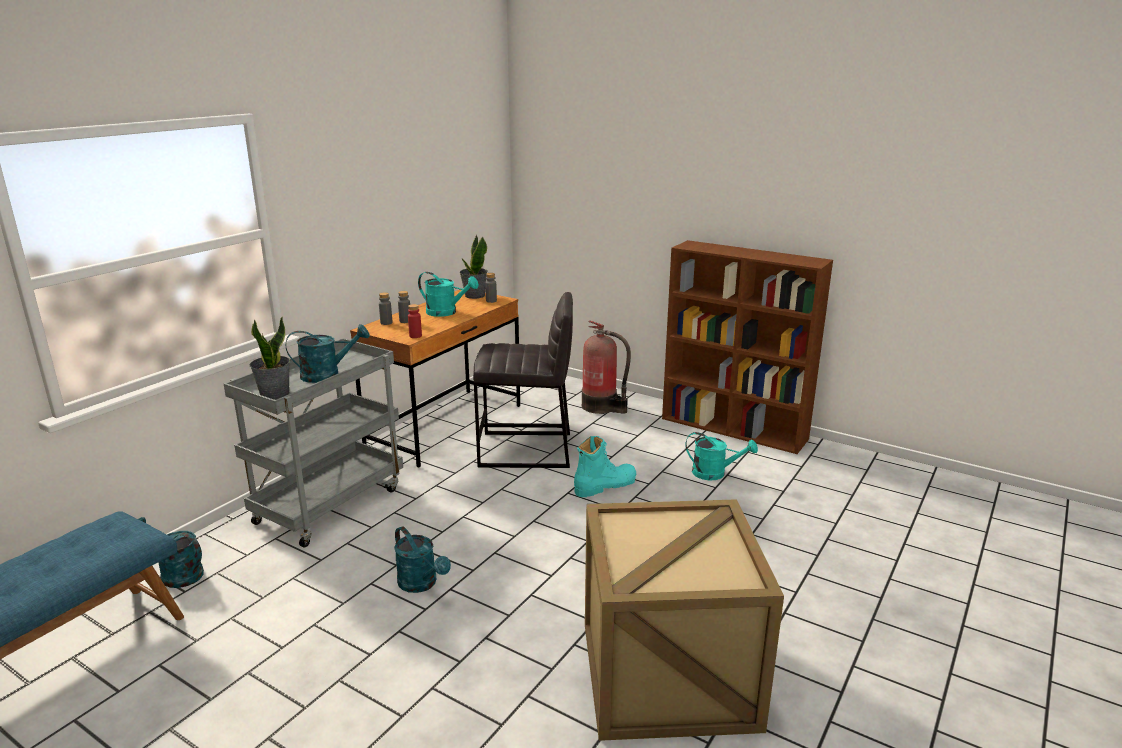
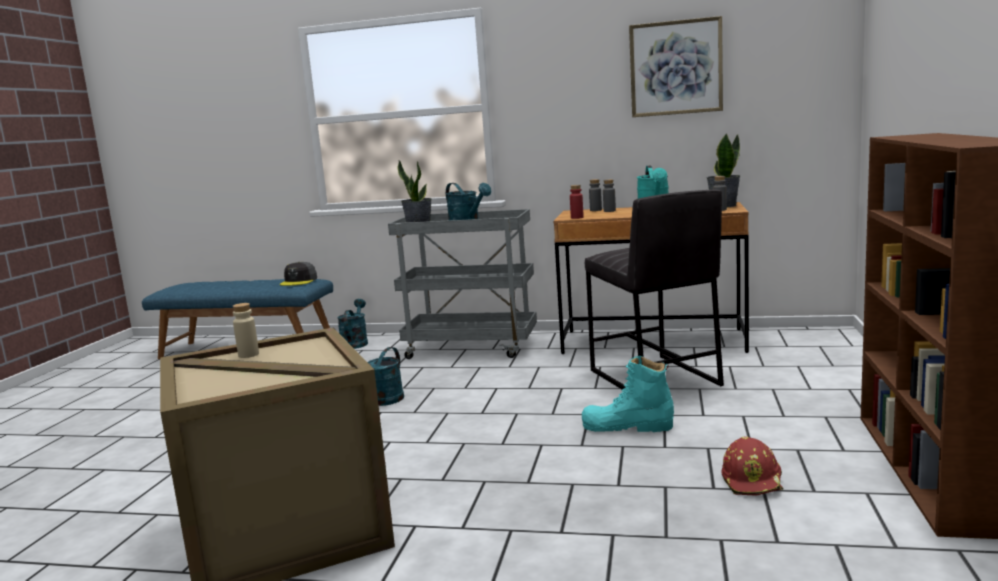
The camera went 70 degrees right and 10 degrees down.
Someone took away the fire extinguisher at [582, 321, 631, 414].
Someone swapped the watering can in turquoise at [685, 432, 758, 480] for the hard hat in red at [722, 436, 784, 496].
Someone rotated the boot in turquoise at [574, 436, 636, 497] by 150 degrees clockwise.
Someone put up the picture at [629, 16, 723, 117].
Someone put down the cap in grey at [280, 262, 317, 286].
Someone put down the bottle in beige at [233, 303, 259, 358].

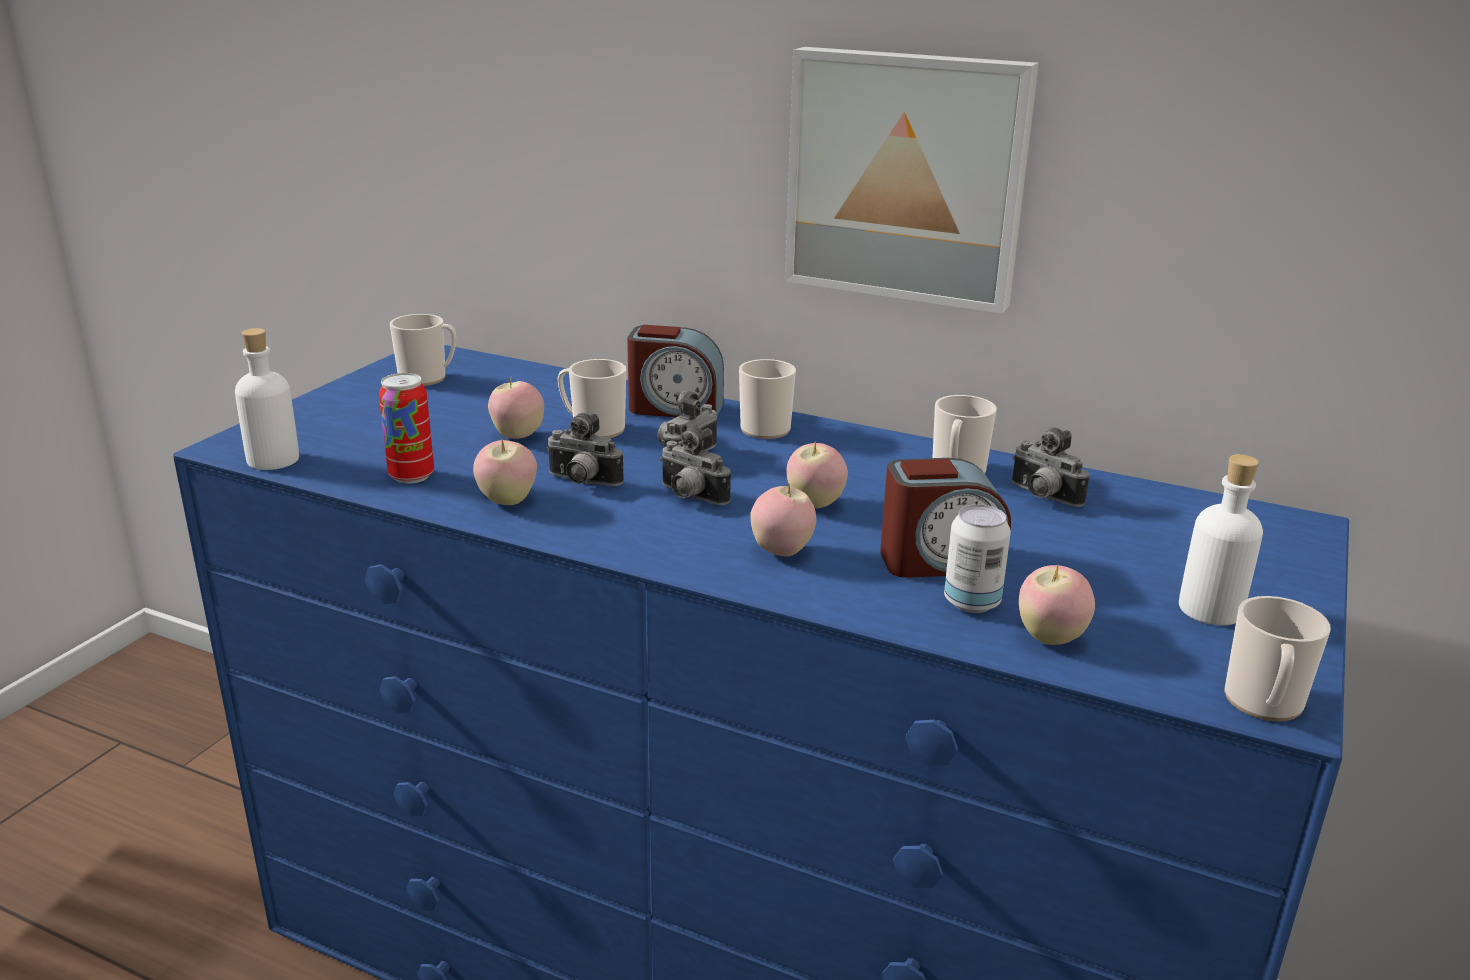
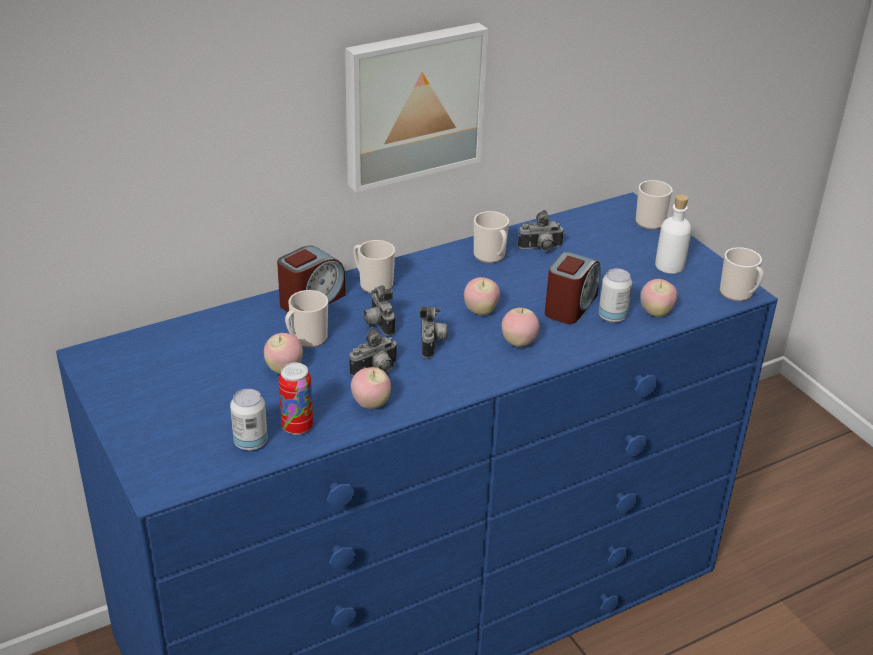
The camera went 55 degrees left and 10 degrees up.
Someone carried the mug from [390, 314, 456, 386] to [636, 180, 672, 230].
Someone took away the bottle in white at [235, 328, 299, 470].
Someone rotated the photo camera at [660, 427, 731, 505] by 75 degrees counterclockwise.
Someone put down the can at [230, 389, 268, 450].

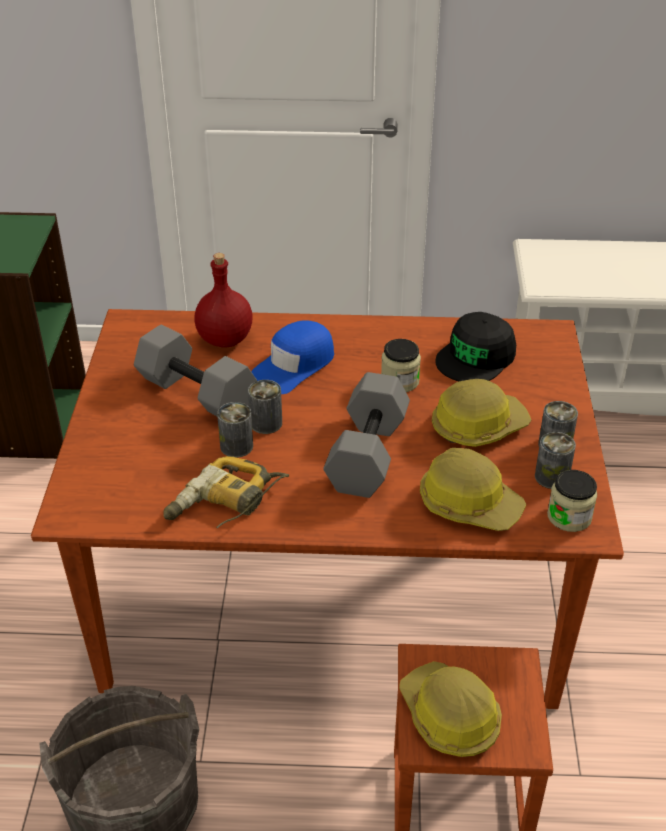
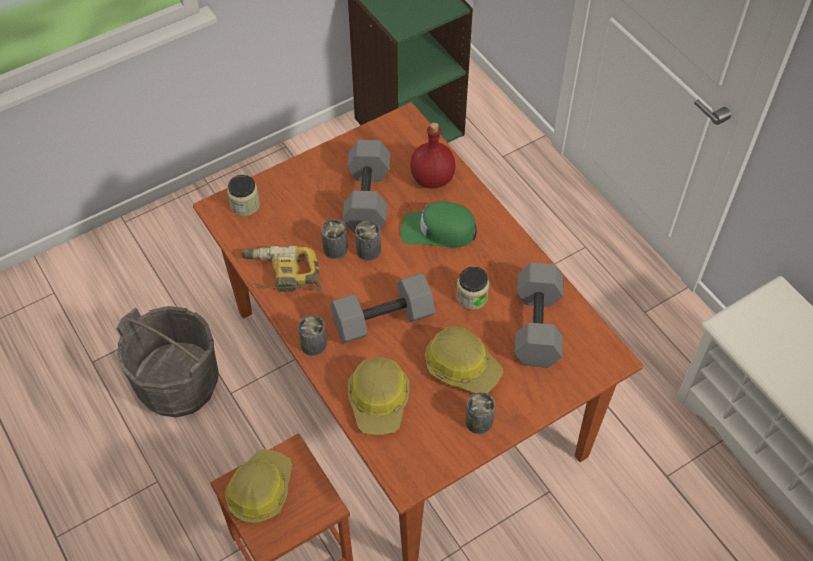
The camera went 55 degrees right and 15 degrees up.
Someone swapped the cap in black at [435, 312, 516, 381] for the dumbbell in grey at [514, 263, 563, 368].
Someone repainted the cap in blue at [251, 320, 334, 394], which became the cap in green at [401, 201, 476, 247].
Someone carried the can from [535, 432, 576, 489] to [298, 315, 327, 356].
Someone carried the jar from [547, 470, 597, 532] to [227, 175, 260, 216].

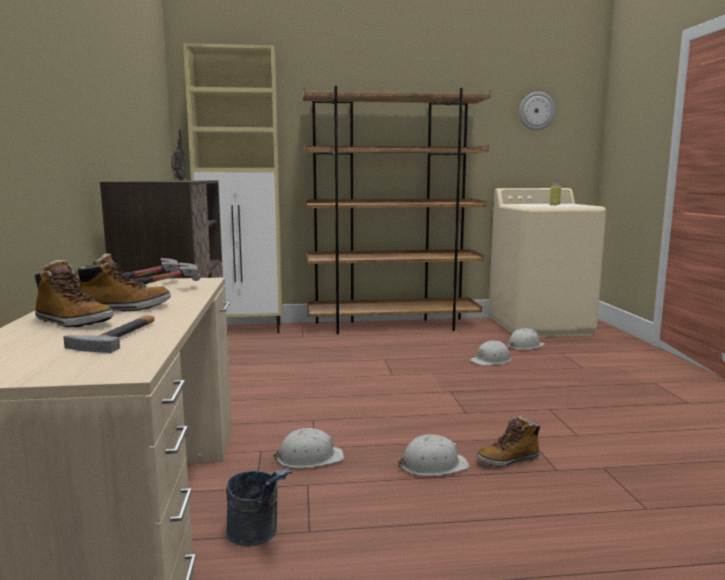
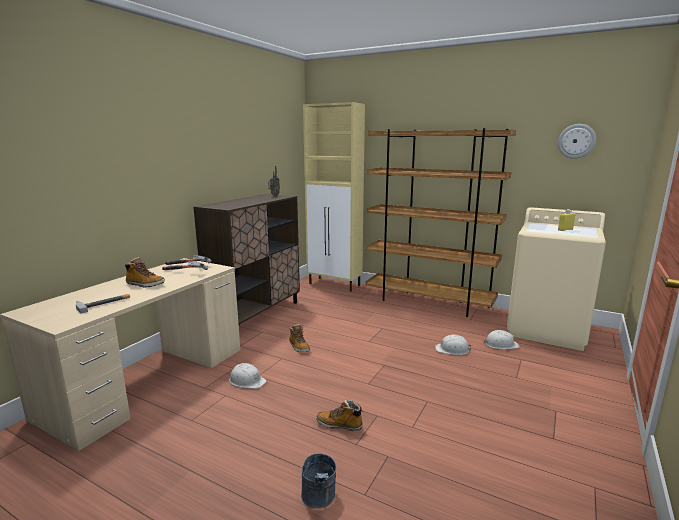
The camera went 35 degrees right and 5 degrees up.
Someone carried the boot from [34, 260, 114, 327] to [289, 324, 310, 352].
Someone took away the hard hat in white at [398, 434, 470, 476].
Someone carried the bucket in grey from [226, 468, 293, 546] to [301, 453, 336, 508].

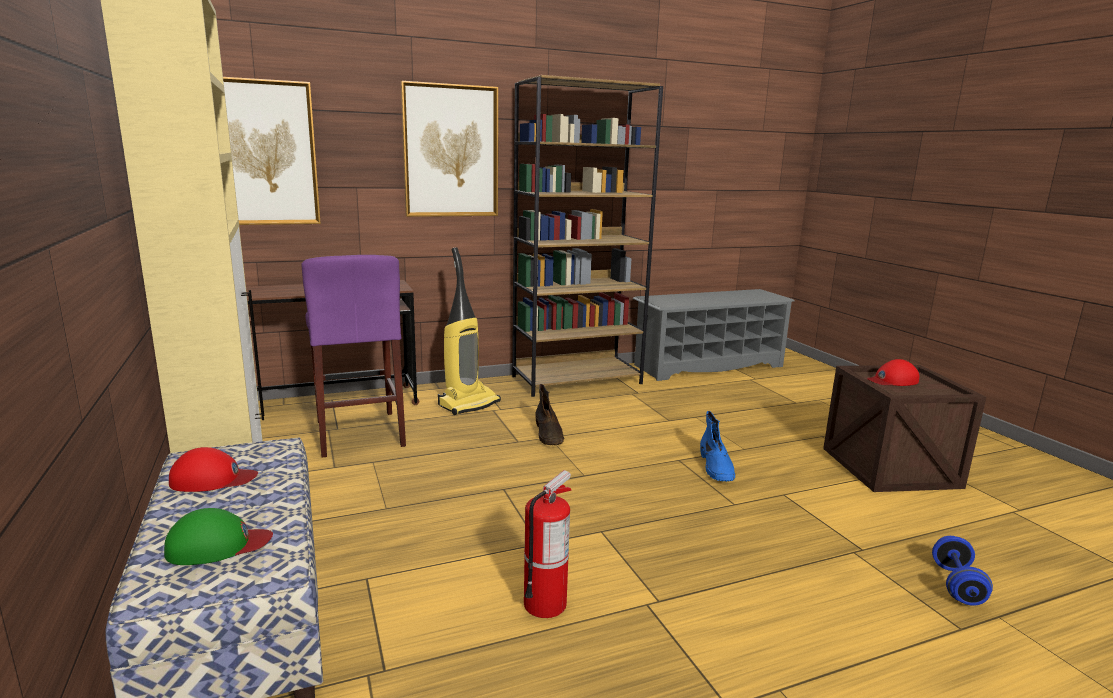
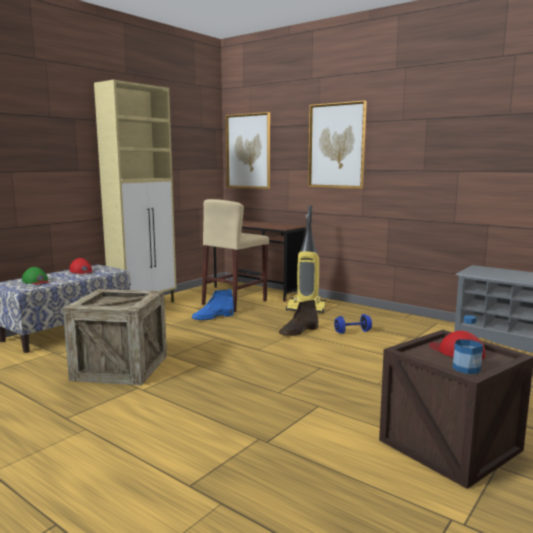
The camera went 60 degrees right and 5 degrees down.
Someone took away the bookcase in brown at [512, 75, 663, 397].
Someone repainted the stool in purple at [301, 255, 406, 458], which became the stool in beige at [202, 199, 269, 312].
Someone carried the boot in blue from [700, 411, 736, 482] to [192, 289, 234, 320].
Someone swapped the fire extinguisher at [524, 470, 572, 618] for the crate at [63, 289, 167, 385].
Someone carried the dumbbell in blue from [932, 536, 993, 606] to [334, 314, 372, 334].
Someone put down the bottle at [453, 315, 483, 374].

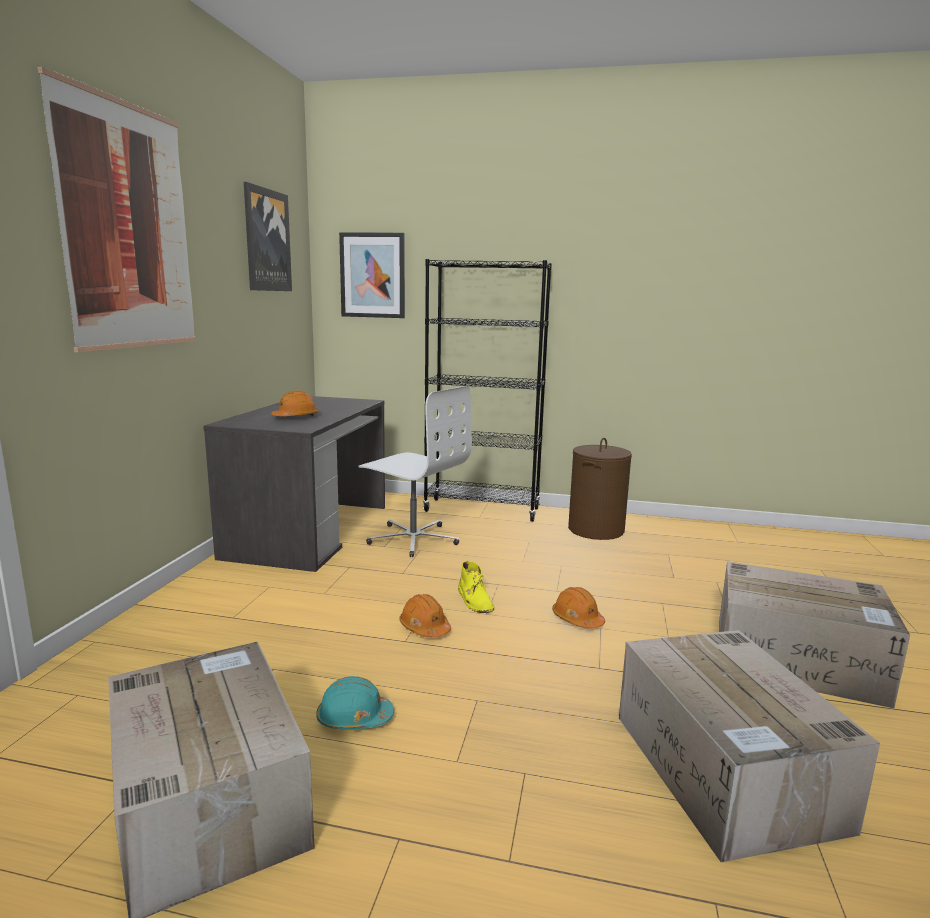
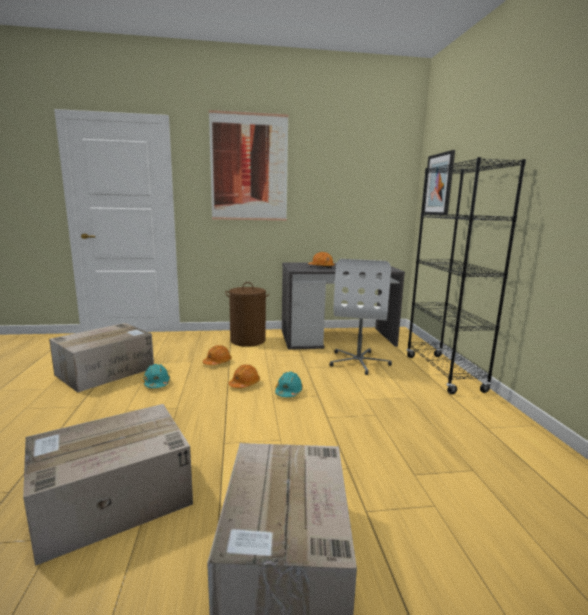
The camera went 70 degrees right and 0 degrees up.
Someone took away the picture at [244, 182, 292, 291].
Someone carried the laundry basket in brown from [568, 438, 632, 540] to [225, 282, 270, 347].
Someone swapped the boot in yellow at [458, 561, 494, 613] for the hard hat in turquoise at [275, 371, 303, 397].
Someone carried the hard hat in orange from [552, 587, 605, 629] to [203, 345, 232, 365].

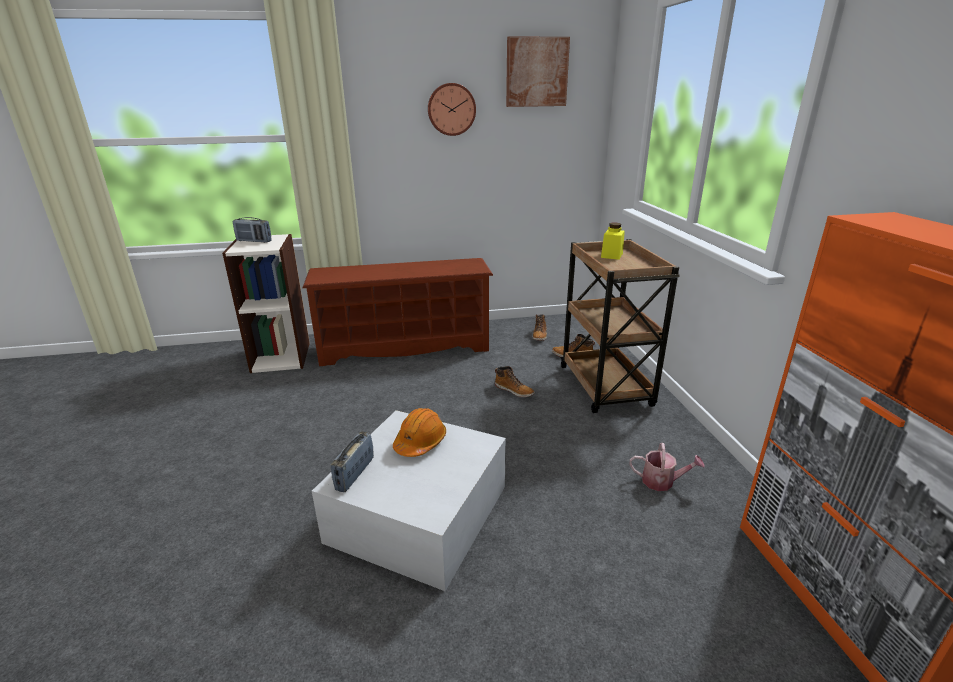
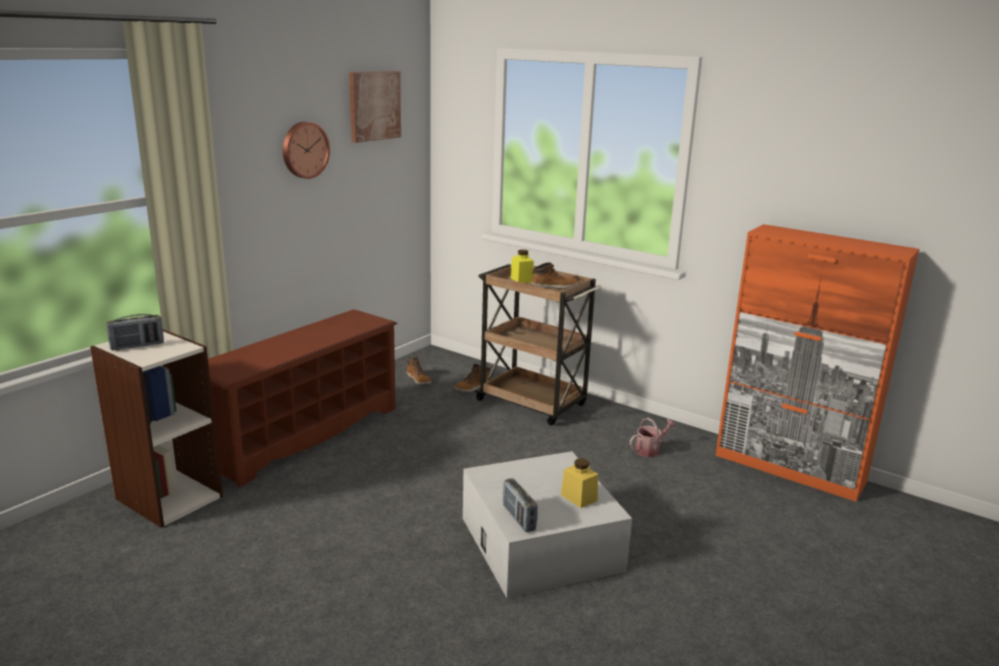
The camera went 45 degrees left and 5 degrees down.
Someone carried the boot from [495, 366, 535, 397] to [531, 262, 579, 289].
Someone took away the hard hat in orange at [393, 408, 446, 457].
Someone put down the jar in yellow at [561, 458, 598, 508].

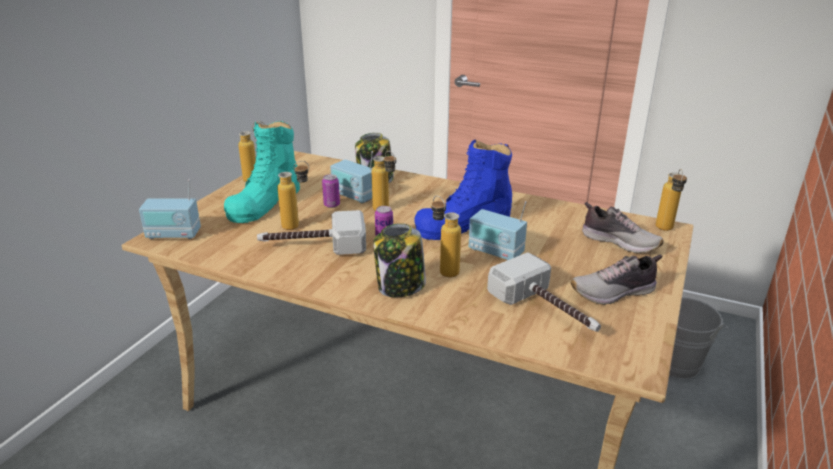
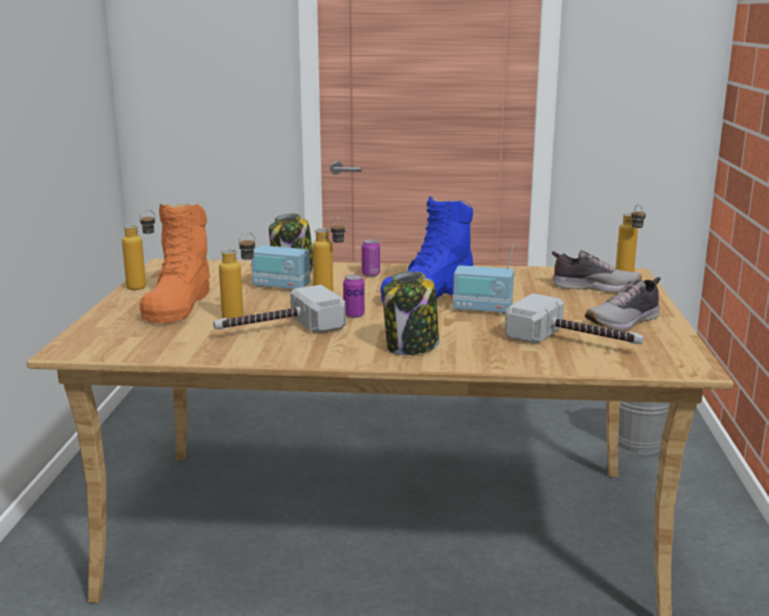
The camera went 20 degrees left and 10 degrees down.
Someone repainted the boot in turquoise at [224, 121, 300, 223], which became the boot in orange at [140, 203, 210, 323].
Someone carried the can from [322, 174, 340, 208] to [362, 239, 380, 277].
Someone took away the radio at [139, 179, 201, 239].
Someone took away the bottle at [431, 196, 461, 278].

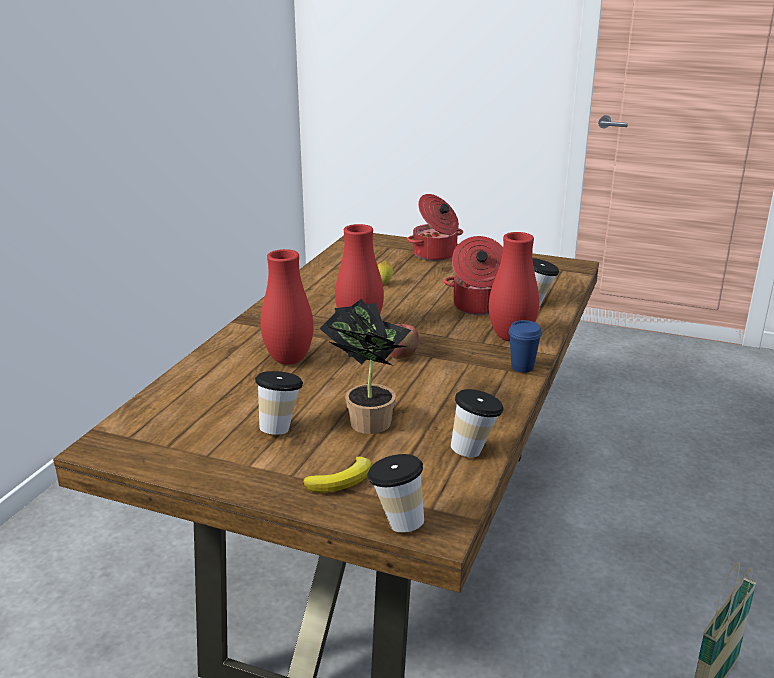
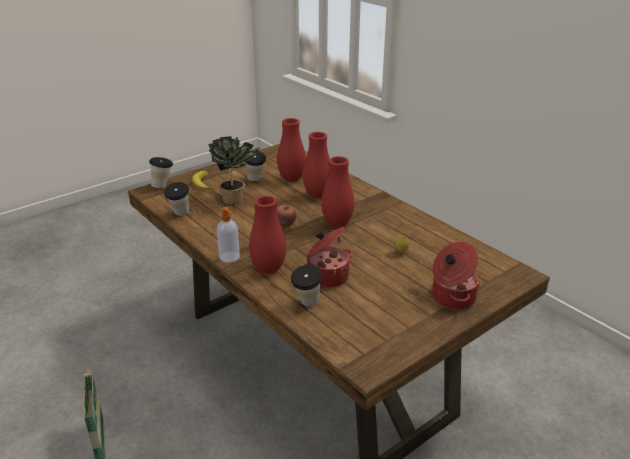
The camera went 120 degrees right and 5 degrees up.
Someone swapped the cup in blue at [508, 320, 542, 373] for the soap dispenser at [217, 207, 240, 262].
Someone put down the vase in red at [277, 118, 306, 182].

